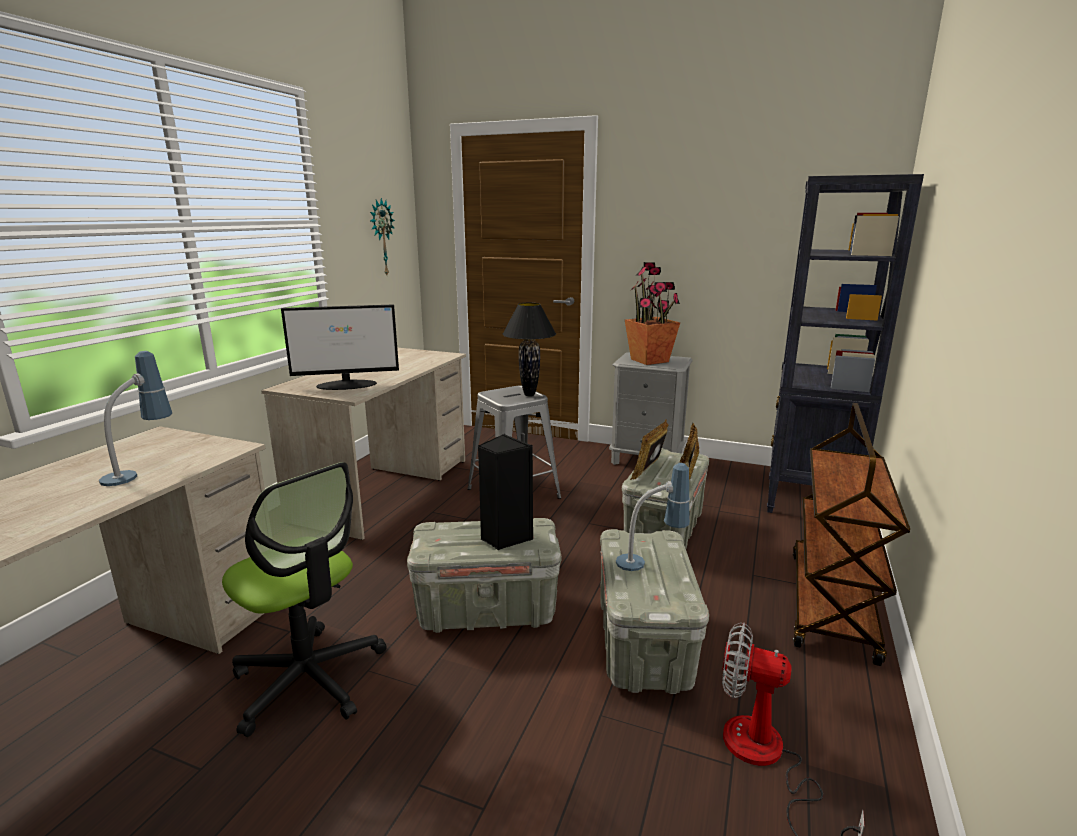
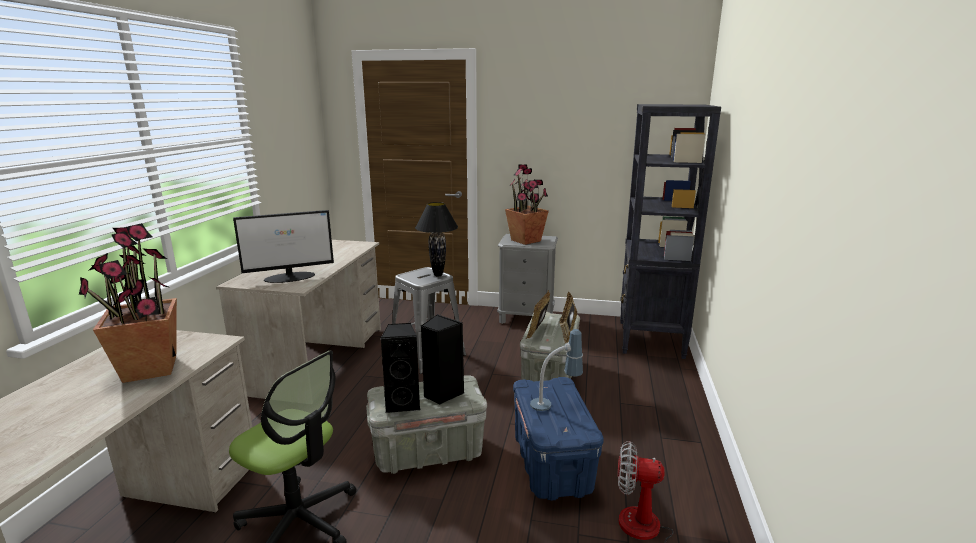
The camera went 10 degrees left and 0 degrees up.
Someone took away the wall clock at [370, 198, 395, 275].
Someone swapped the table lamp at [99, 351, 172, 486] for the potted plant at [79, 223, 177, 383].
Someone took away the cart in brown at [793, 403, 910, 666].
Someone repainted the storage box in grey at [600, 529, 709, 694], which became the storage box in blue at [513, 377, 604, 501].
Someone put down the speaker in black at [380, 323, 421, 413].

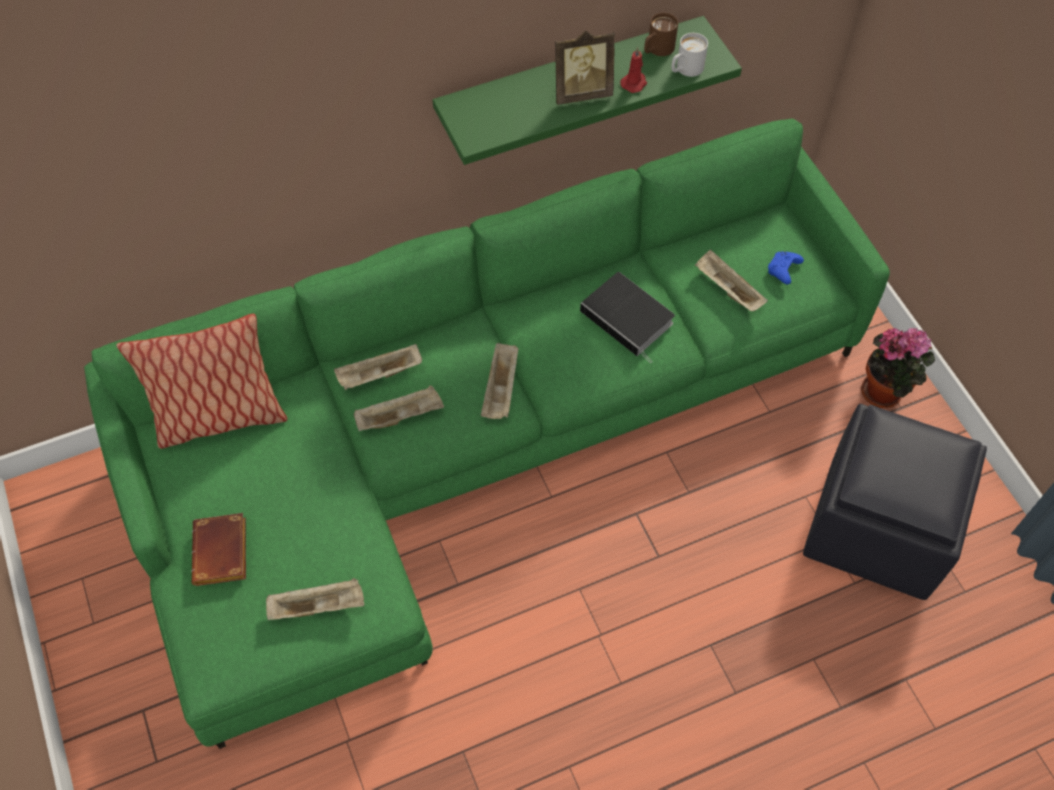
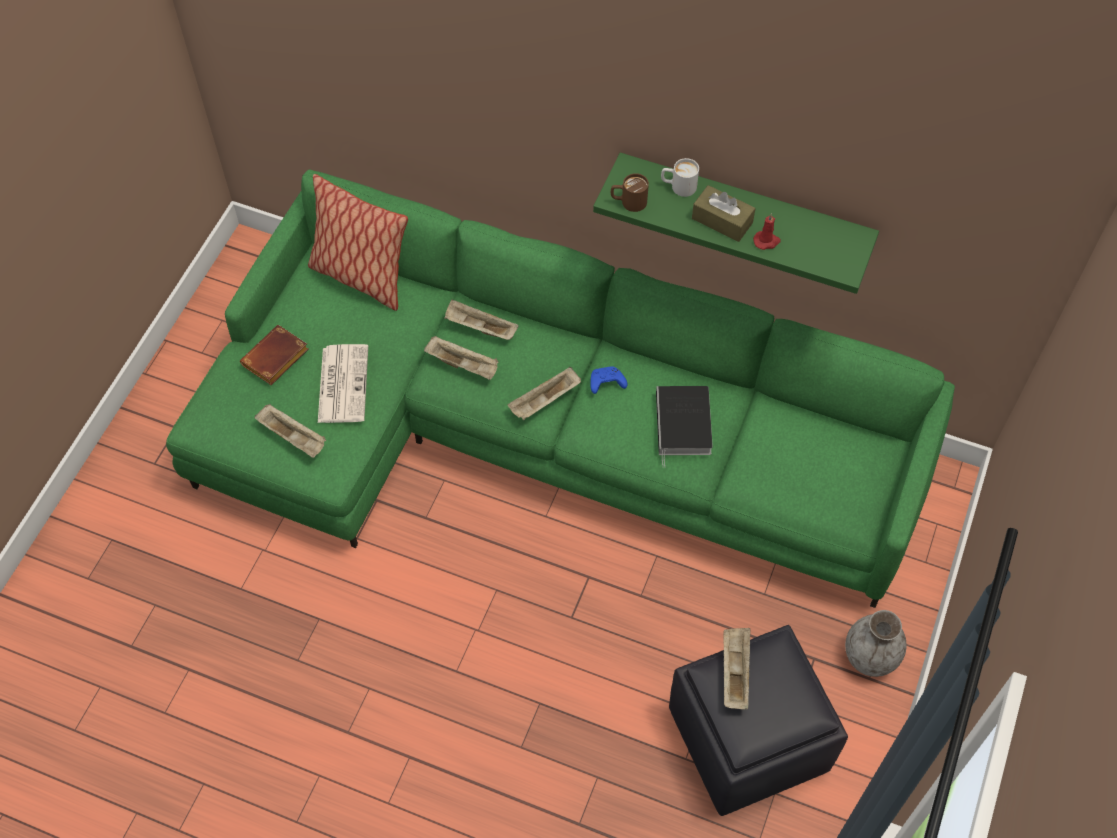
The camera went 45 degrees right and 0 degrees up.
Someone carried the mug in brown from [644, 13, 678, 56] to [611, 173, 649, 212].
Someone swapped the picture frame at [555, 31, 615, 105] for the tissue box in brown at [692, 185, 756, 242].
Someone carried the mug in white from [671, 33, 708, 77] to [661, 158, 699, 197].
Someone carried the tray in beige from [695, 250, 768, 311] to [724, 628, 751, 710].
Someone carried the game controller in blue from [768, 252, 804, 284] to [590, 366, 627, 394].
Someone swapped the potted plant at [861, 328, 935, 408] for the vase in grey at [845, 610, 907, 677].
Someone put down the newspaper at [318, 344, 368, 423].

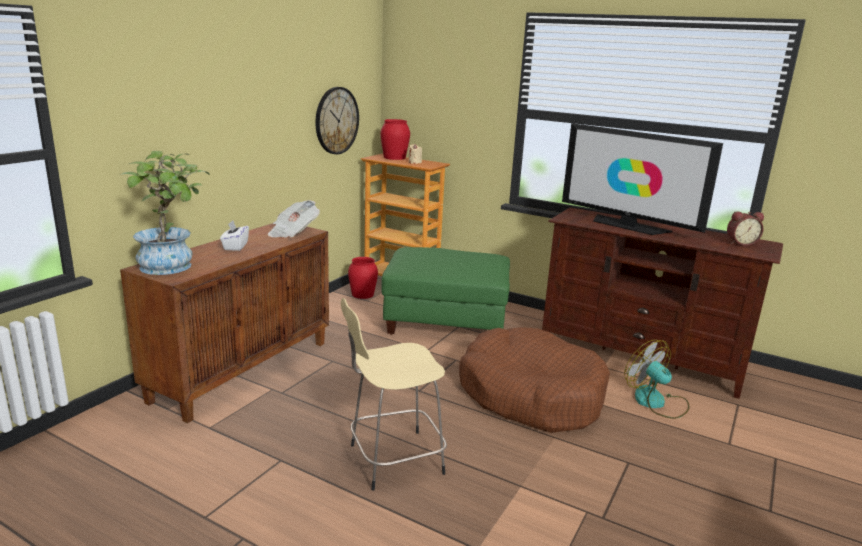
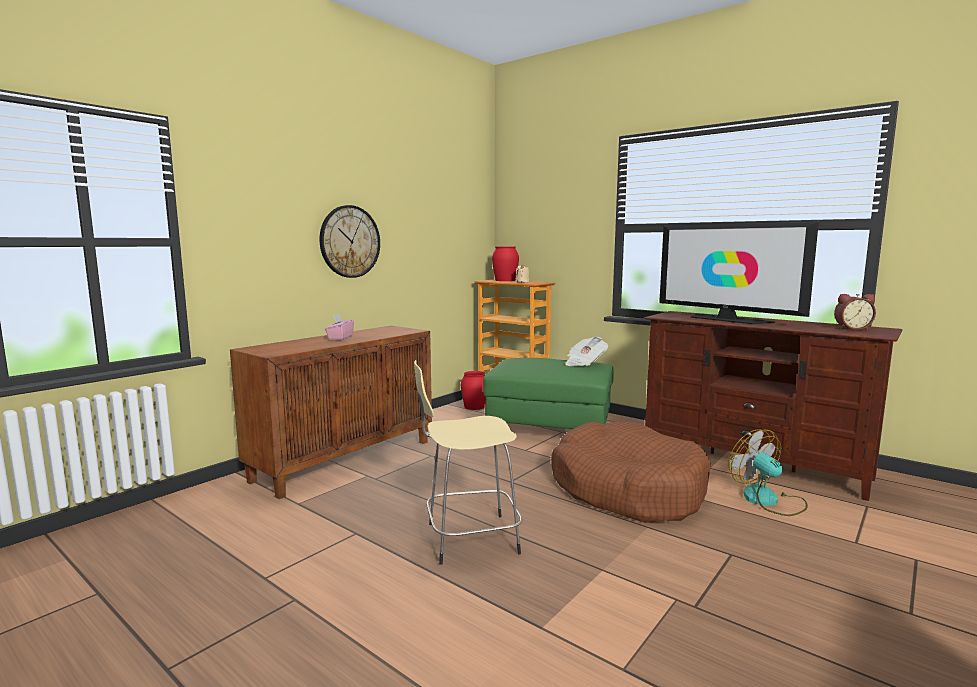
The camera went 10 degrees right and 10 degrees down.
Someone carried the wall clock from [315, 87, 359, 154] to [319, 205, 380, 278].
Someone took away the potted plant at [119, 151, 210, 275].
Someone carried the newspaper from [268, 200, 320, 238] to [565, 337, 608, 366].
Someone repainted the tissue box in white at [220, 221, 249, 251], which became the tissue box in pink at [325, 314, 354, 340].

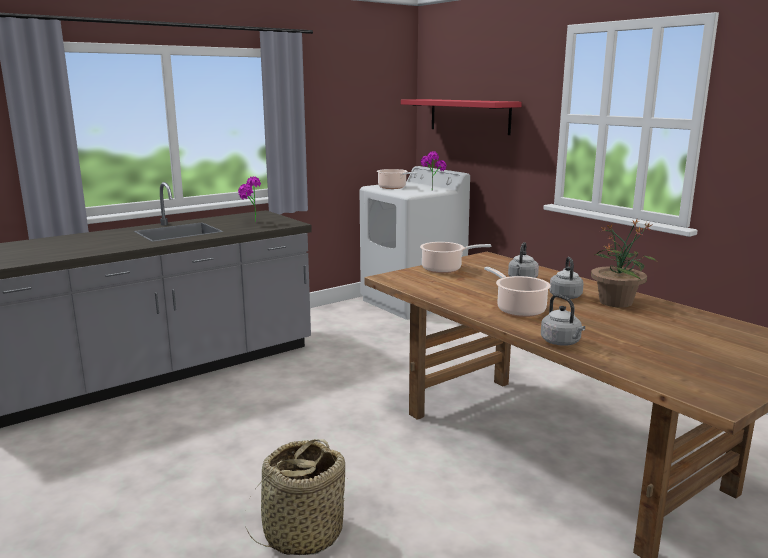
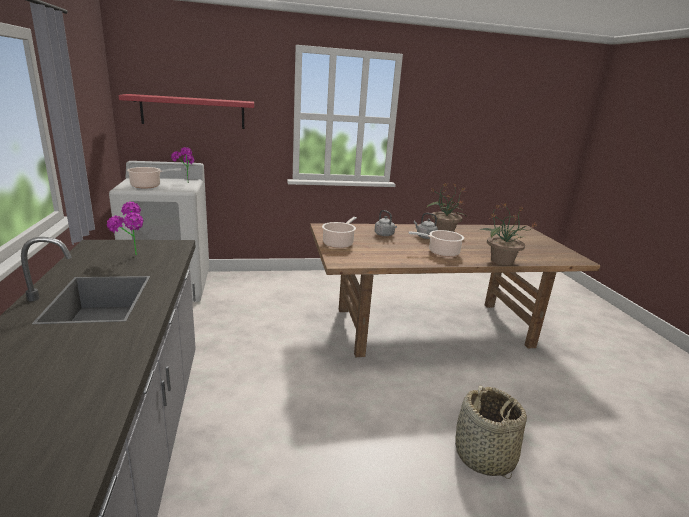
The camera went 65 degrees left and 5 degrees up.
Someone swapped the kettle in grey at [541, 294, 585, 346] for the potted plant at [480, 204, 537, 265].

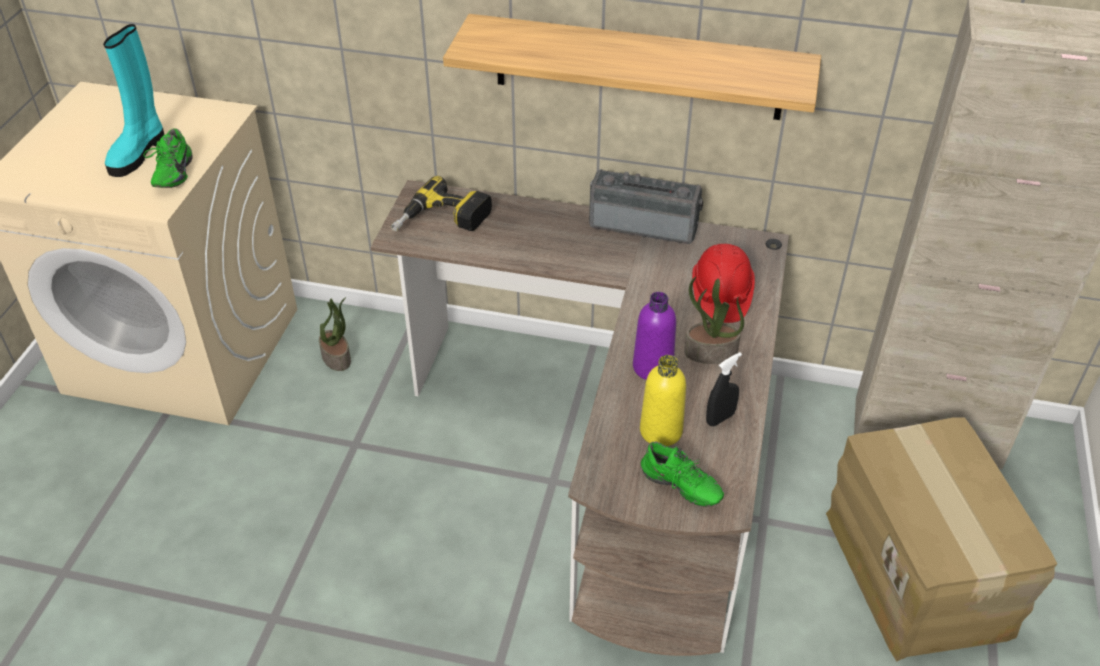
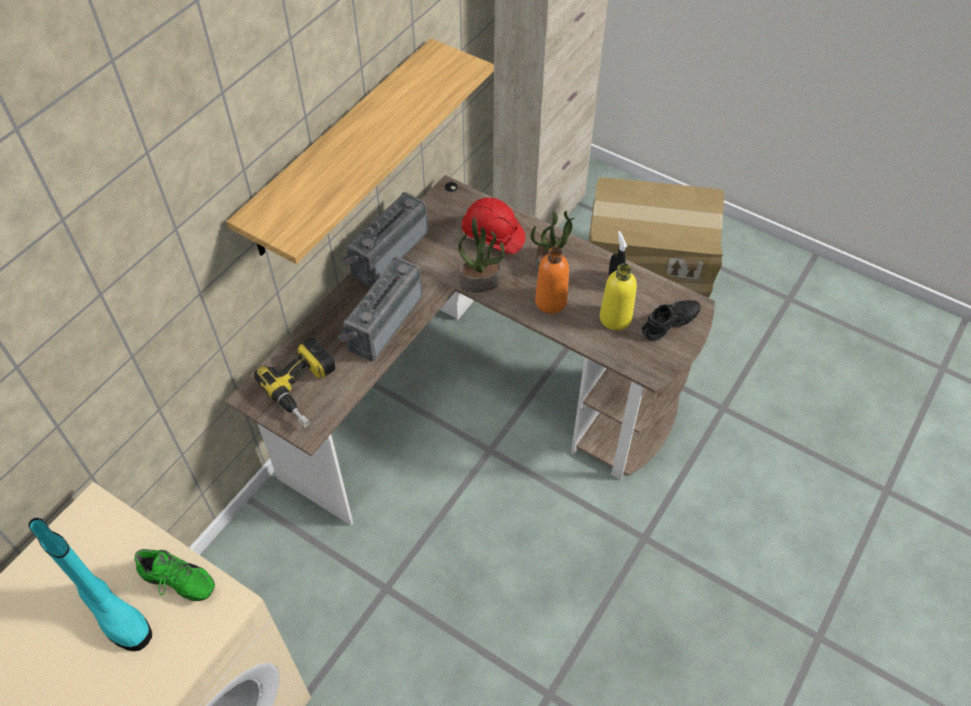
The camera went 70 degrees left and 10 degrees up.
Someone repainted the bottle in purple at [633, 292, 676, 380], which became the bottle in orange at [535, 247, 569, 314].
Someone carried the potted plant from [319, 297, 351, 371] to [458, 217, 505, 293].
Someone repainted the shoe in green at [641, 442, 724, 507], which became the shoe in black at [642, 298, 701, 341].
Someone put down the radio at [338, 257, 422, 361].

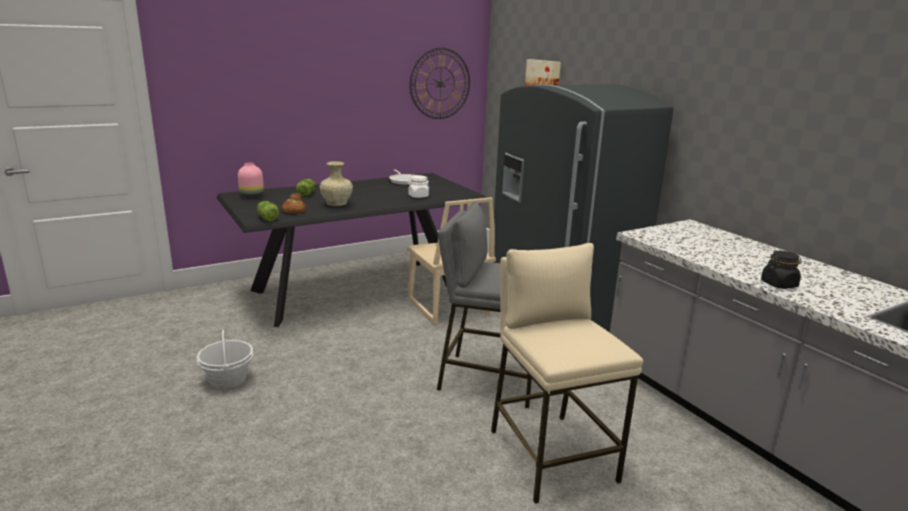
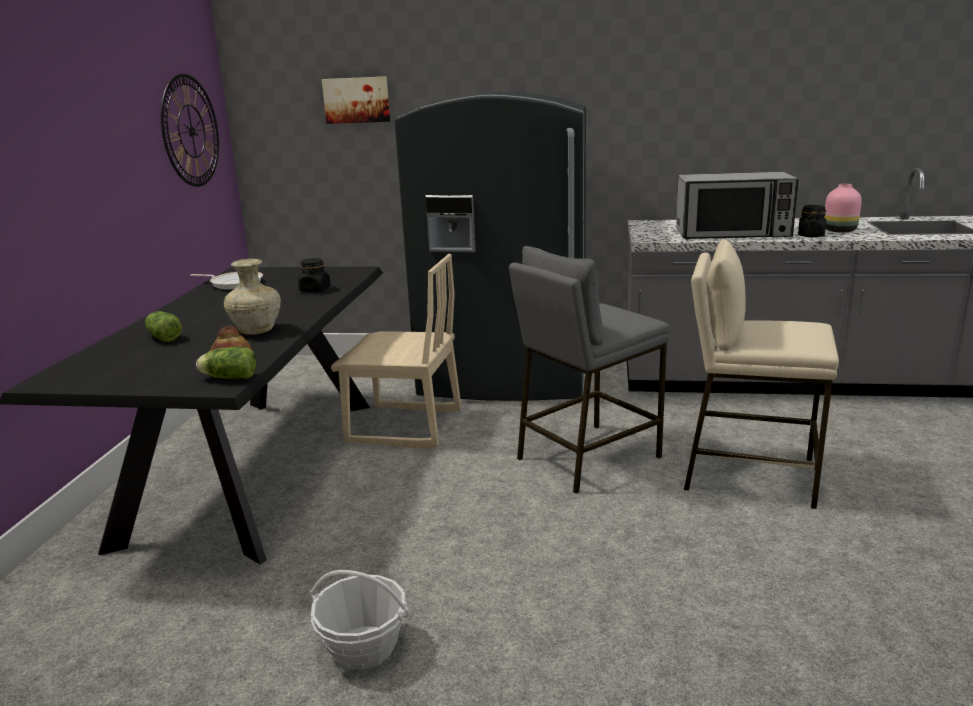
The camera went 50 degrees left and 0 degrees up.
Someone carried the vase in pink from [238, 163, 264, 198] to [824, 184, 862, 233].
Someone repainted the jar in white at [407, 175, 429, 198], which became the jar in black at [298, 258, 331, 292].
Someone put down the microwave at [676, 172, 799, 239].

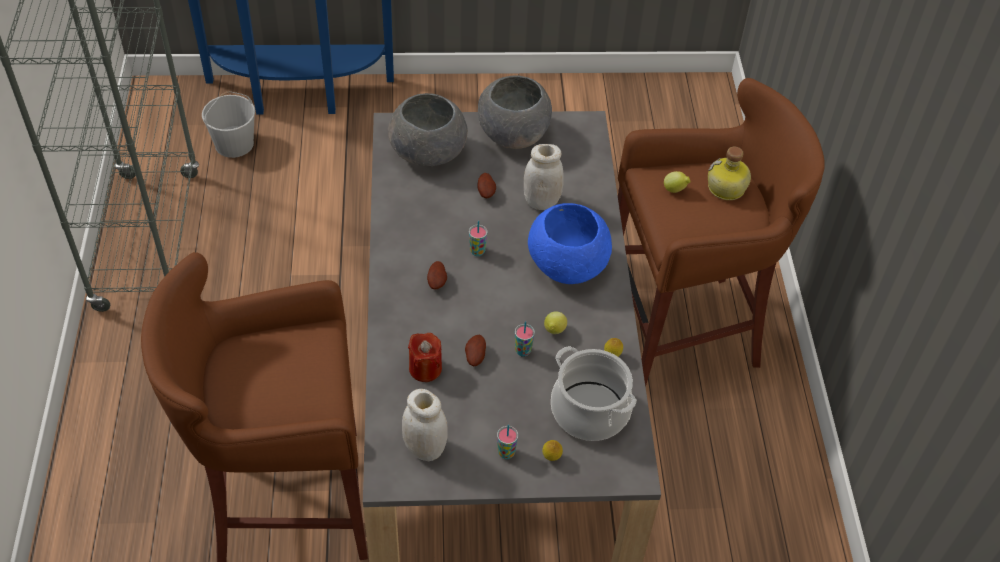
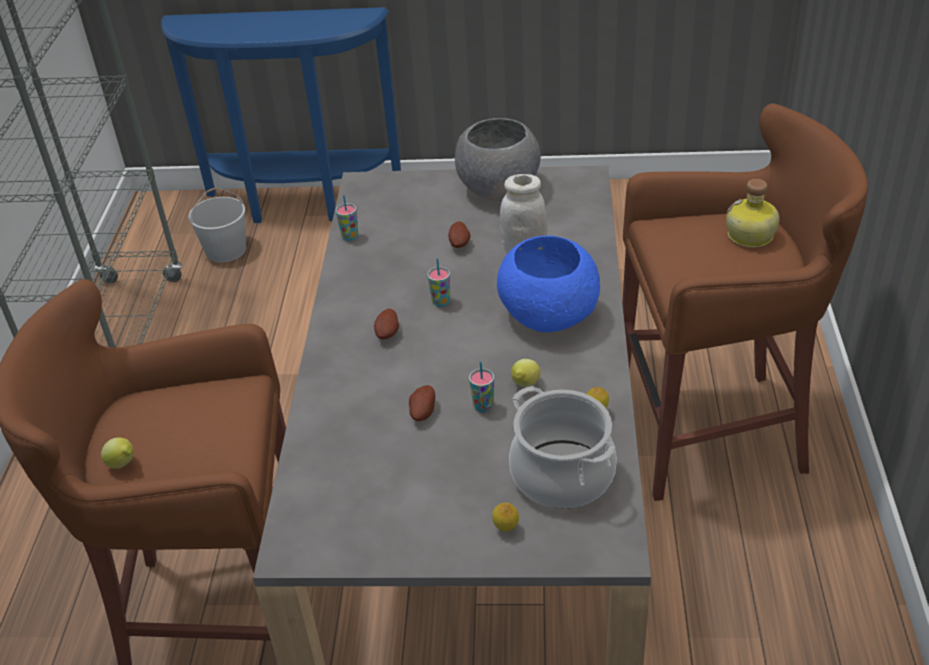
The camera went 10 degrees right and 10 degrees down.
Someone took away the bowl in grey at [388, 93, 468, 166].
Someone carried the lemon from [664, 171, 690, 193] to [101, 437, 134, 469].
Someone took away the candle in red at [408, 333, 442, 382].
Someone took away the jar in white at [402, 389, 448, 461].
Someone carried the cup from [497, 425, 518, 459] to [335, 195, 358, 241].

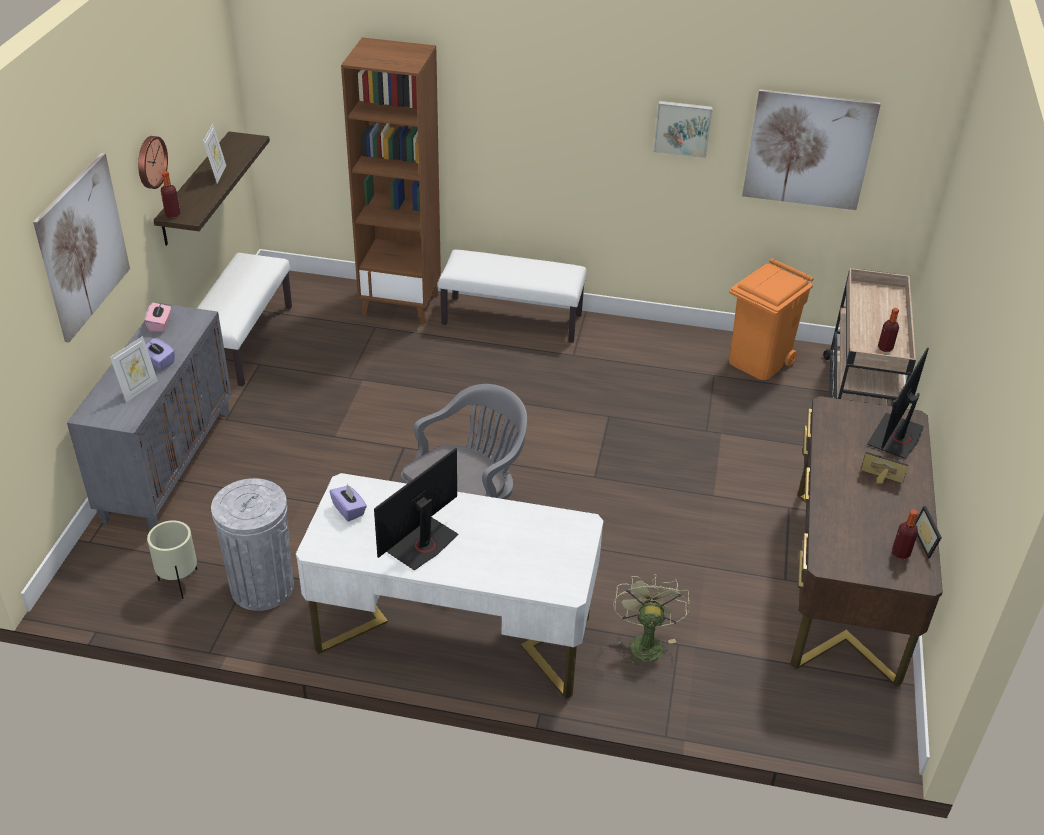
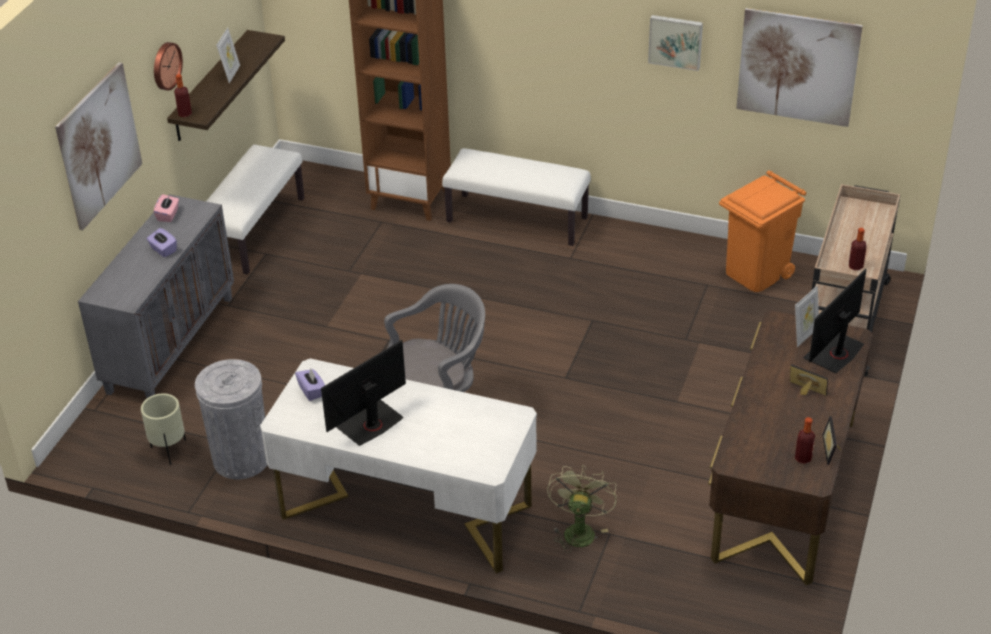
The camera went 10 degrees right and 0 degrees up.
Someone carried the picture frame from [110, 336, 158, 402] to [795, 286, 819, 347].

